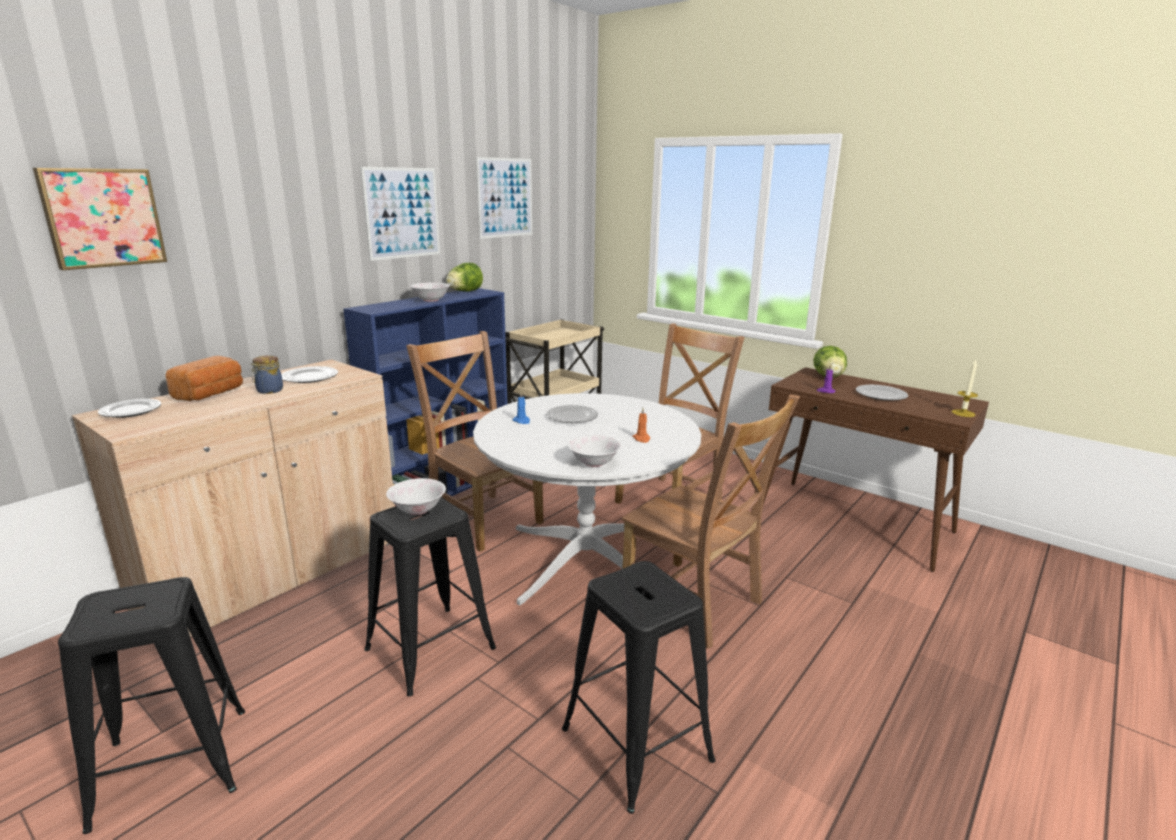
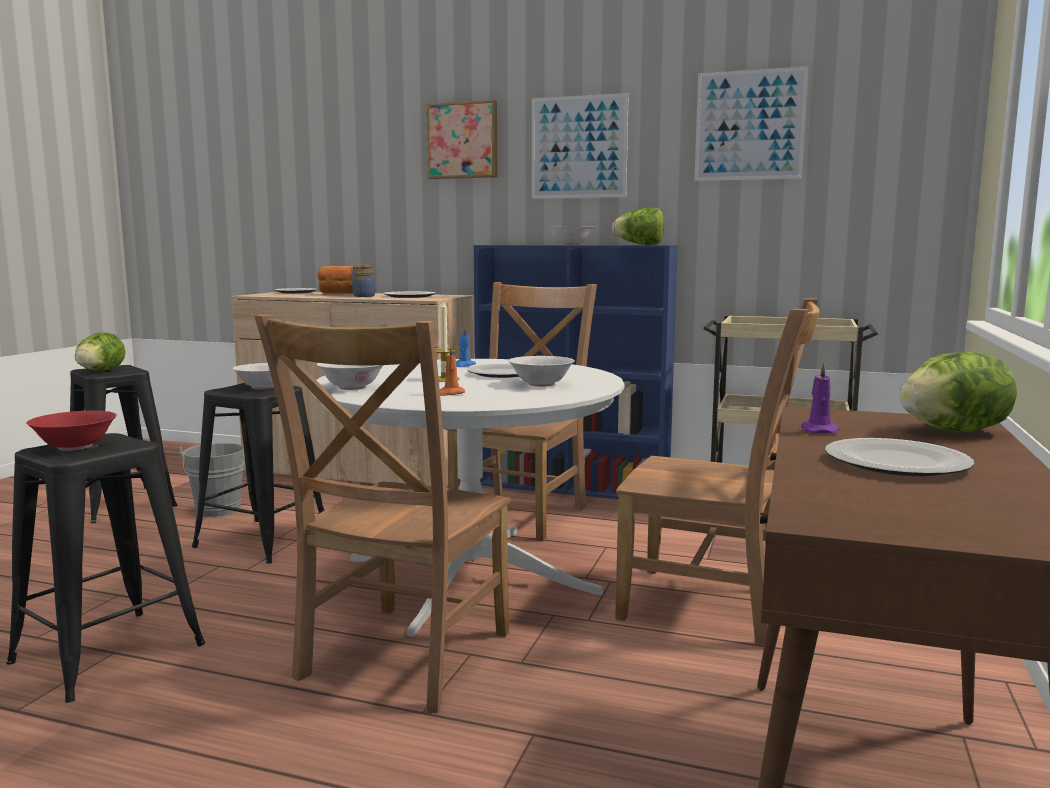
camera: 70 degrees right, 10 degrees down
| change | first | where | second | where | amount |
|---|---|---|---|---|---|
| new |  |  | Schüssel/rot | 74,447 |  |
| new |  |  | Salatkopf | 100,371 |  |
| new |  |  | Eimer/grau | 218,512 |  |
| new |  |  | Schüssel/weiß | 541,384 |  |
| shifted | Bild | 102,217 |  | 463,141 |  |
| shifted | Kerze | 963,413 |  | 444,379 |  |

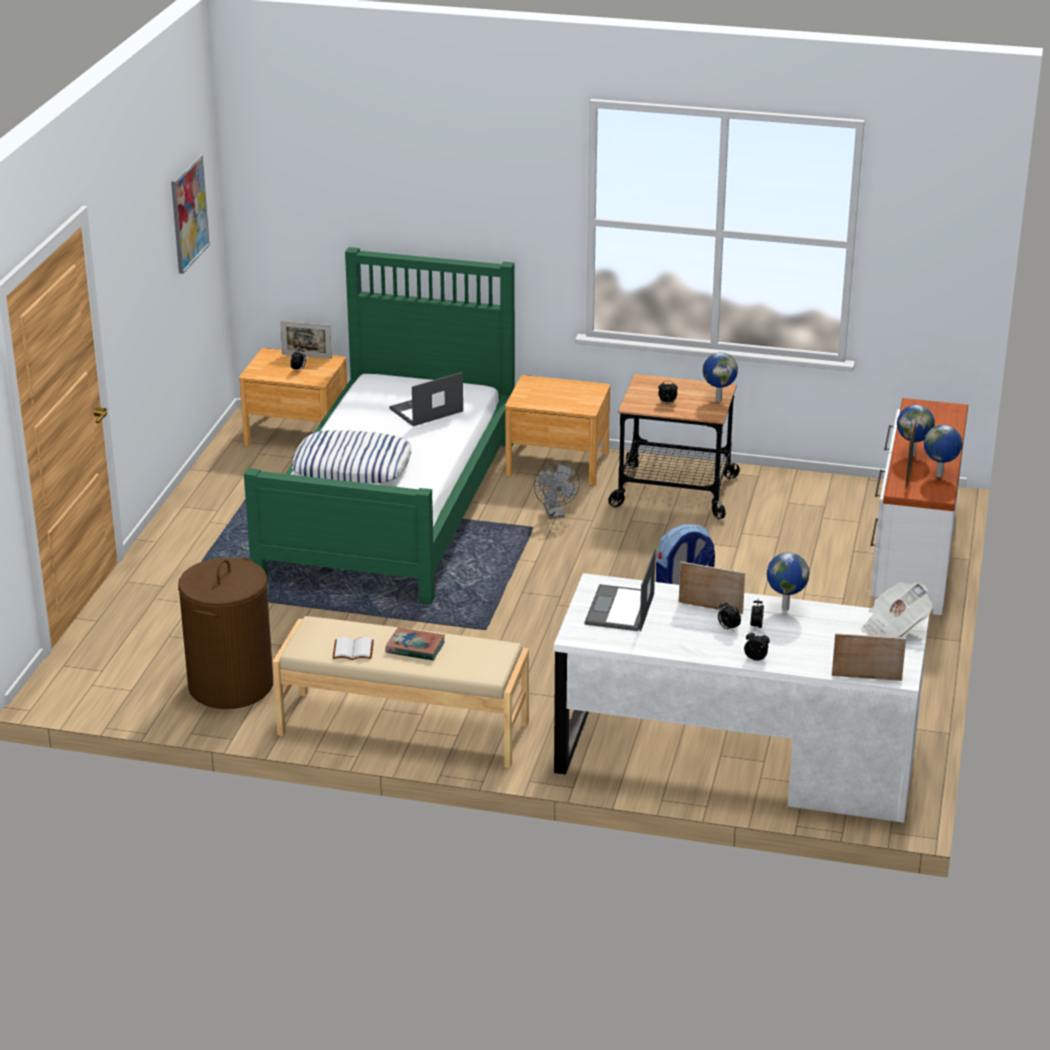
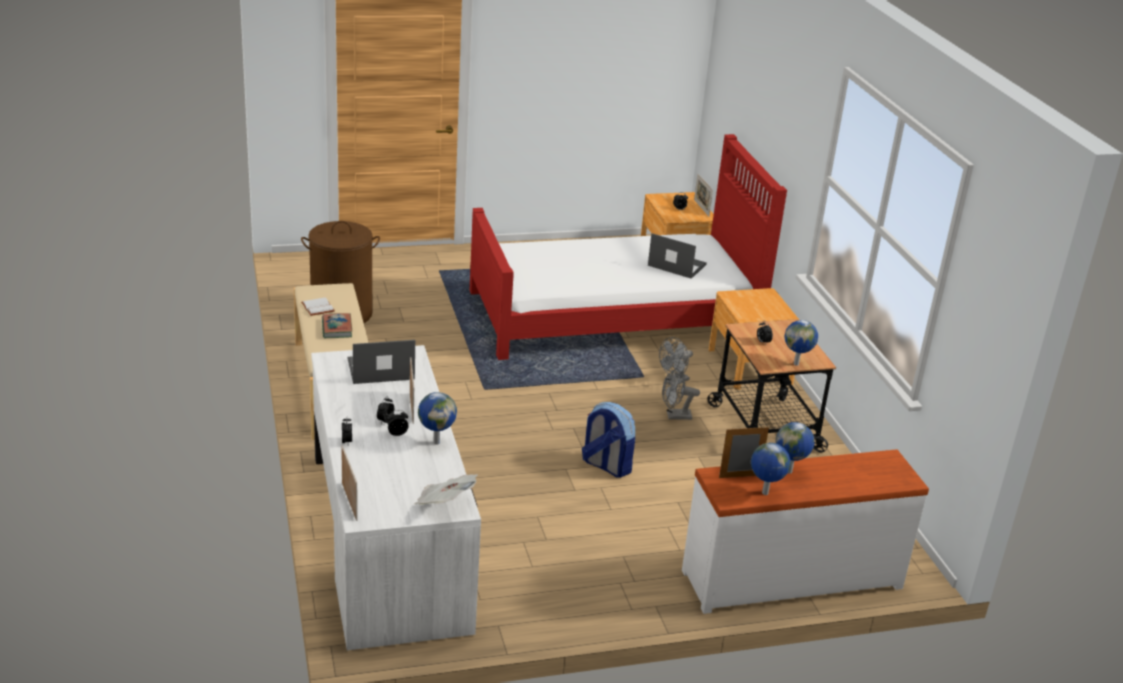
camera: 60 degrees right, 0 degrees up
| change | first | where | second | where | amount |
|---|---|---|---|---|---|
| gone | Bild | 188,213 |  |  |  |
| gone | Kissen | 352,466 |  |  |  |
| new |  |  | Ventilator/grau | 674,416 |  |
| repainted | Bett/grün | 391,507 | Bett/rot | 614,316 |  |

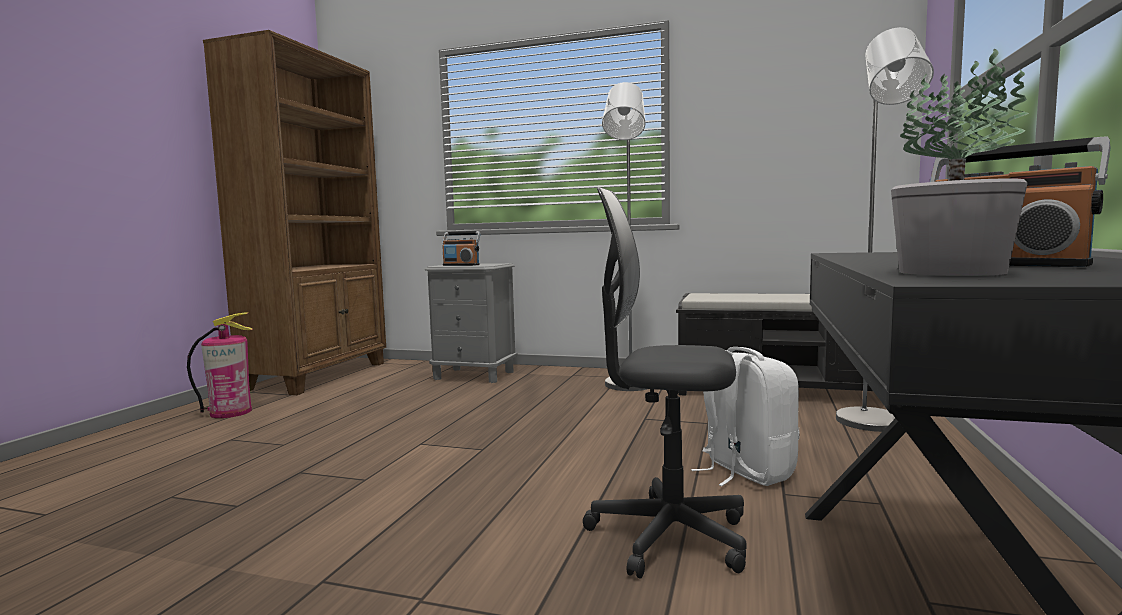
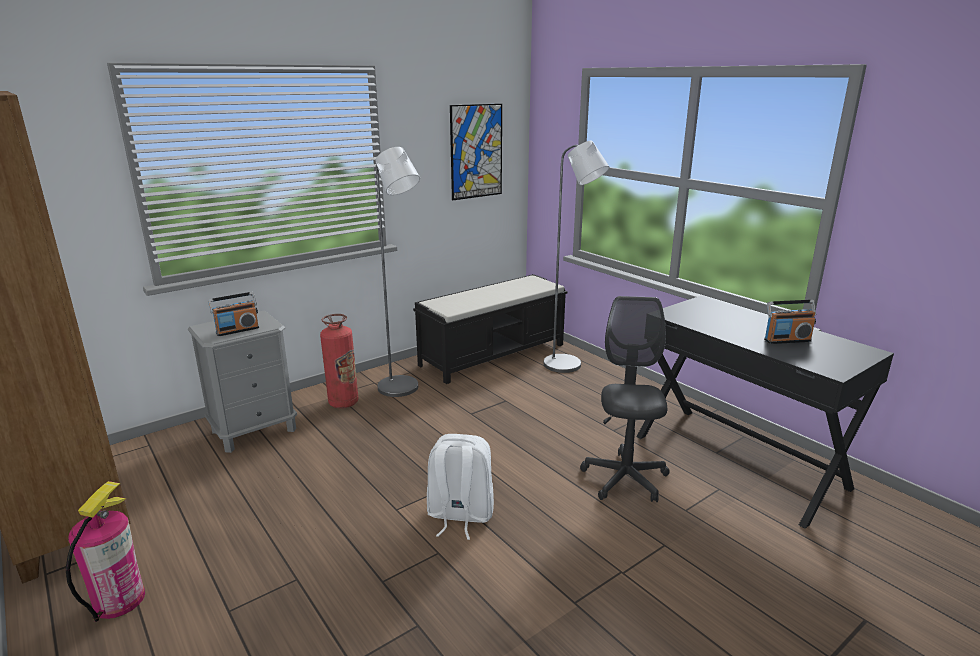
camera: 55 degrees left, 15 degrees up
| change | first | where | second | where | amount |
|---|---|---|---|---|---|
| gone | Topfpflanze | 954,272 |  |  |  |
| new |  |  | Feuerlöscher | 343,402 |  |
| new |  |  | Bild | 476,151 |  |
| shifted | Rucksack/weiß | 744,471 |  | 459,515 |  |
| rotated | Bürostuhl/grau | 668,537 |  | 625,479 | 135 degrees clockwise |

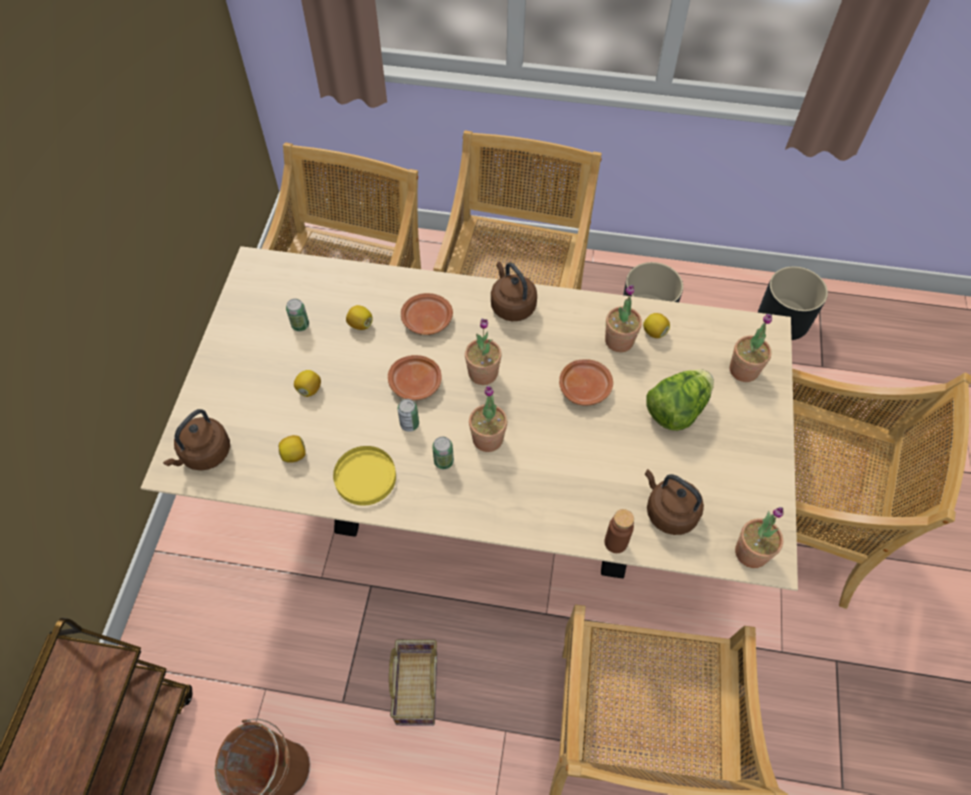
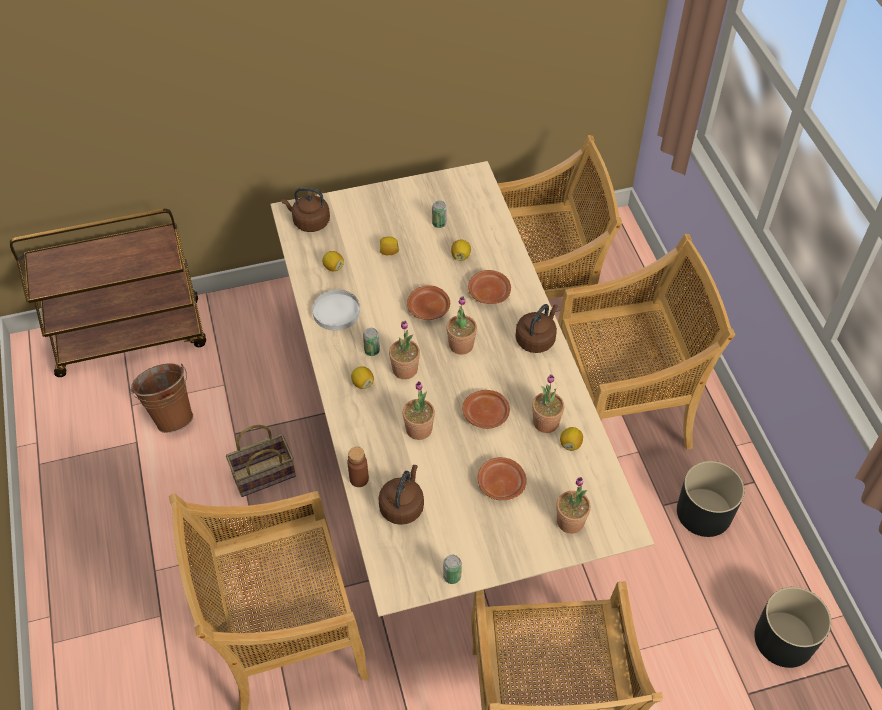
camera: 65 degrees right, 5 degrees down
| change | first | where | second | where | amount |
|---|---|---|---|---|---|
| new |  |  | Zitrone | 362,383 |  |
| shifted | Dose | 409,424 |  | 452,576 |  |
| shifted | Topfpflanze | 751,552 |  | 419,429 |  |
| swapped | Salatkopf | 676,409 | Teller/braun | 500,483 |  |
| repainted | Teller/gelb | 365,477 | Teller/weiß | 336,312 |  |

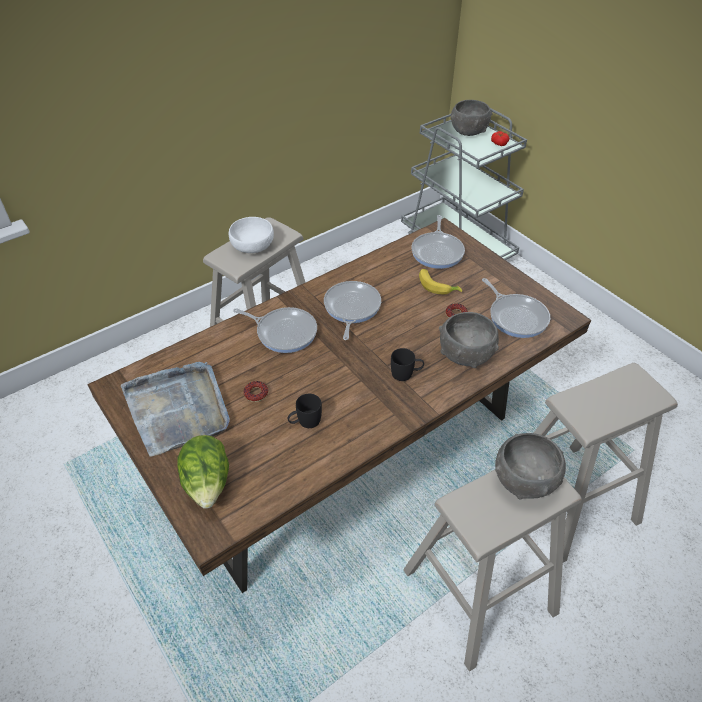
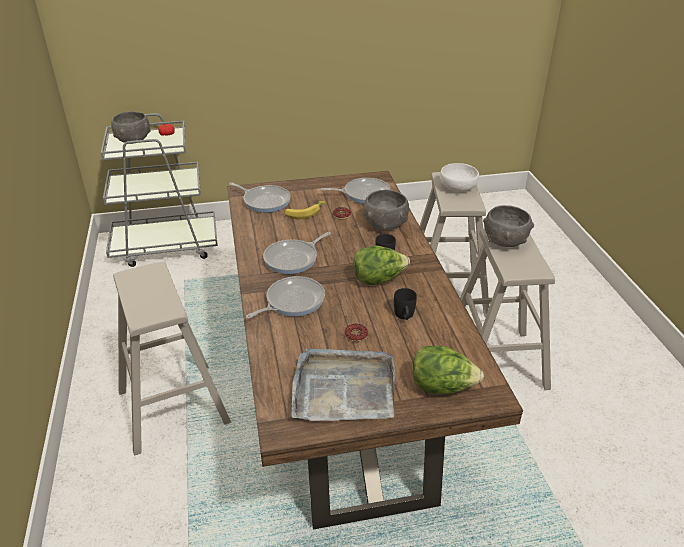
camera: 65 degrees left, 10 degrees down
| change | first | where | second | where | amount |
|---|---|---|---|---|---|
| new |  |  | Salatkopf | 378,279 |  |
| shifted | Schüssel/weiß | 252,245 |  | 457,187 |  |
| rotated | Pfanne | 351,308 |  | 293,259 | 75 degrees counterclockwise |

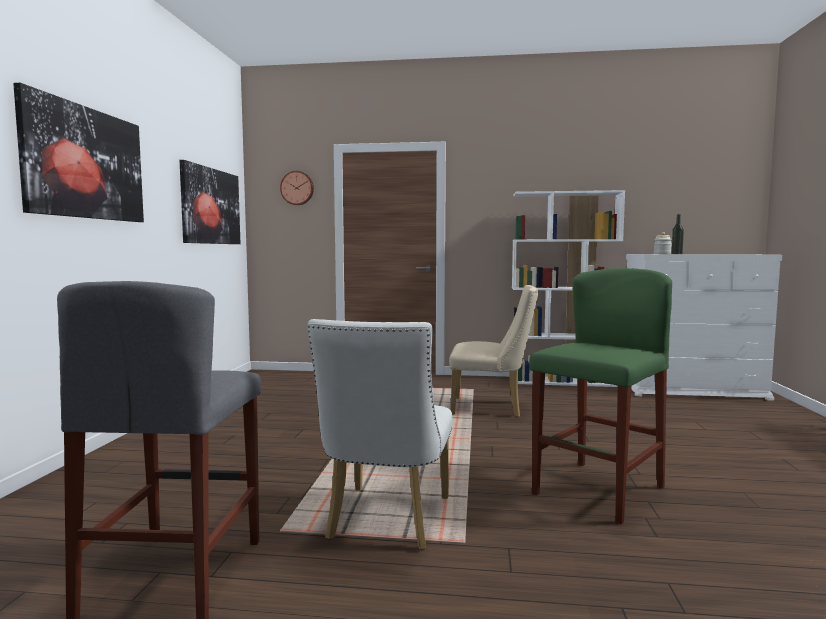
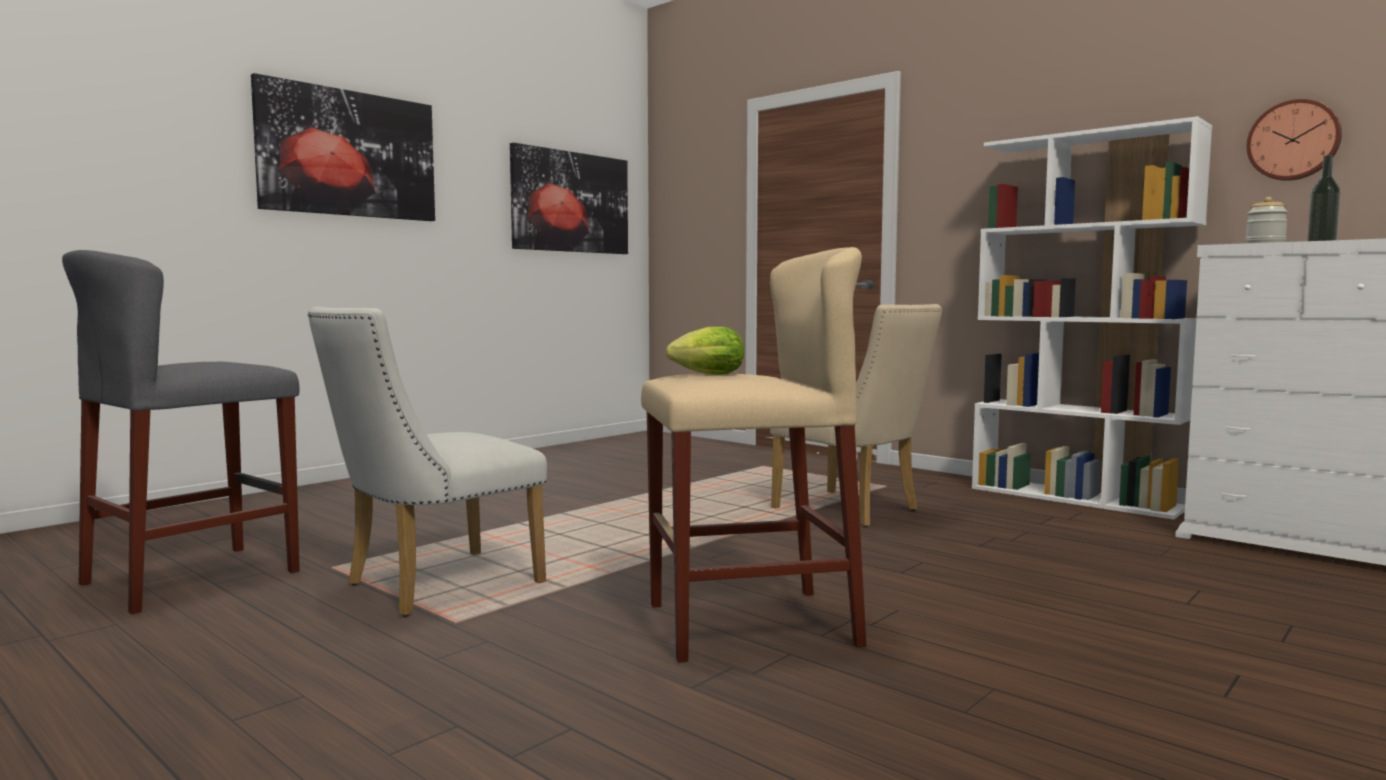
camera: 35 degrees right, 0 degrees up
| change | first | where | second | where | amount |
|---|---|---|---|---|---|
| new |  |  | Salatkopf | 704,375 |  |
| shifted | Wanduhr | 297,188 |  | 1293,140 |  |
| repainted | Hocker/grün | 598,490 | Hocker/beige | 750,624 |  |

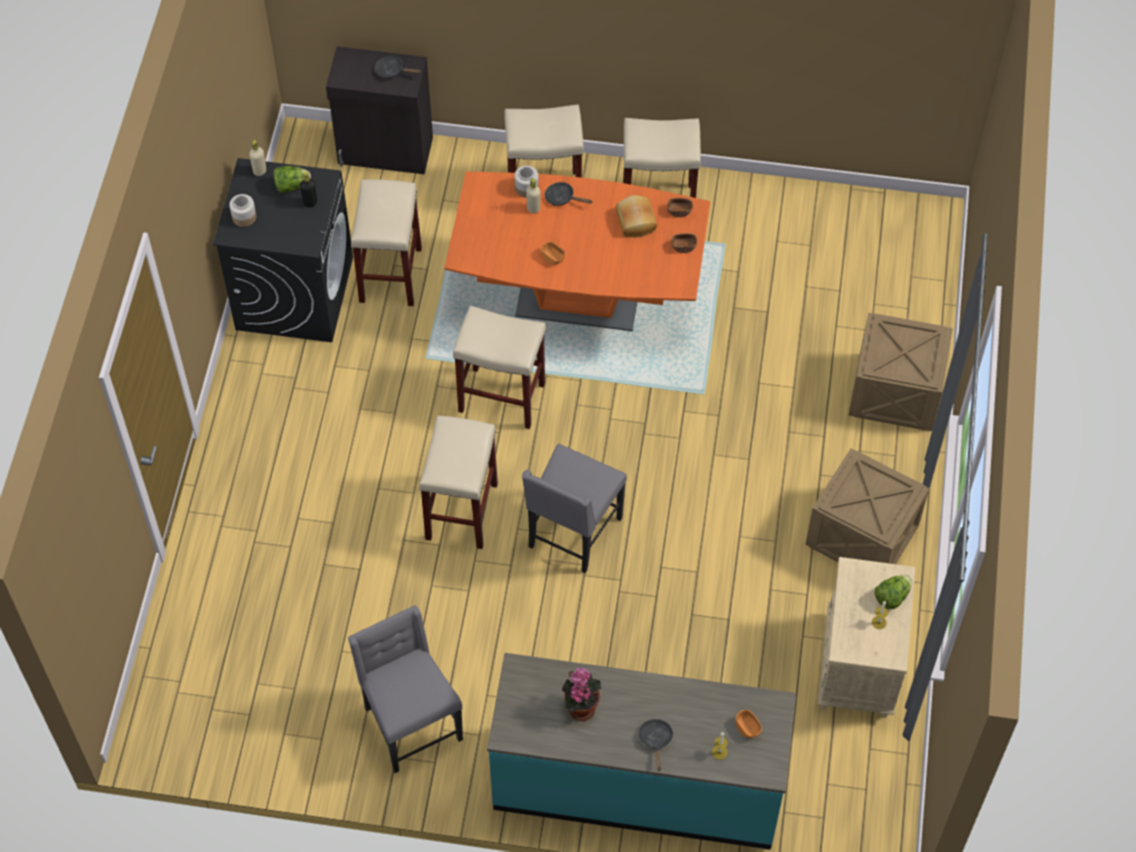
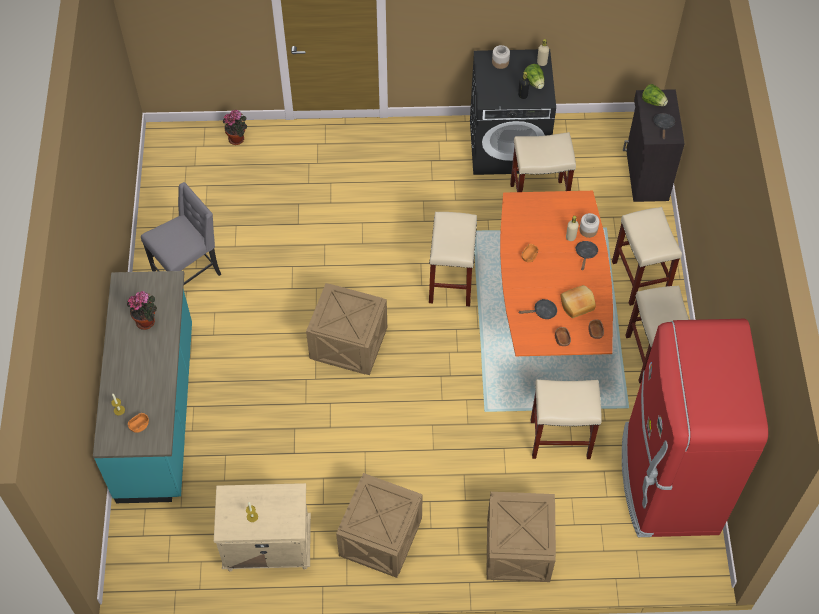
camera: 80 degrees right, 0 degrees up
| change | first | where | second | where | amount |
|---|---|---|---|---|---|
| new |  |  | Topfpflanze | 238,138 |  |
| new |  |  | Kühlschrank/rot | 668,481 |  |
| shifted | Hocker/beige | 462,512 |  | 559,439 |  |
| shifted | Pfanne/schwarz | 656,740 |  | 542,312 |  |
| shifted | Salatkopf | 892,596 |  | 653,102 |  |
| swapped | Stuhl/grau | 573,533 | Kiste | 347,343 |  |

